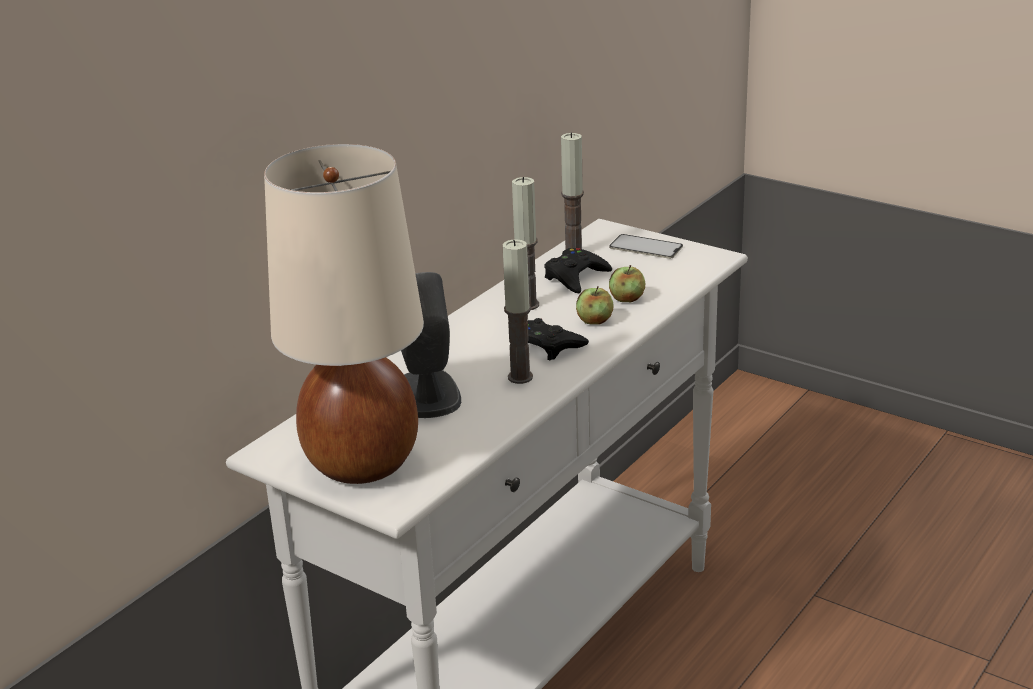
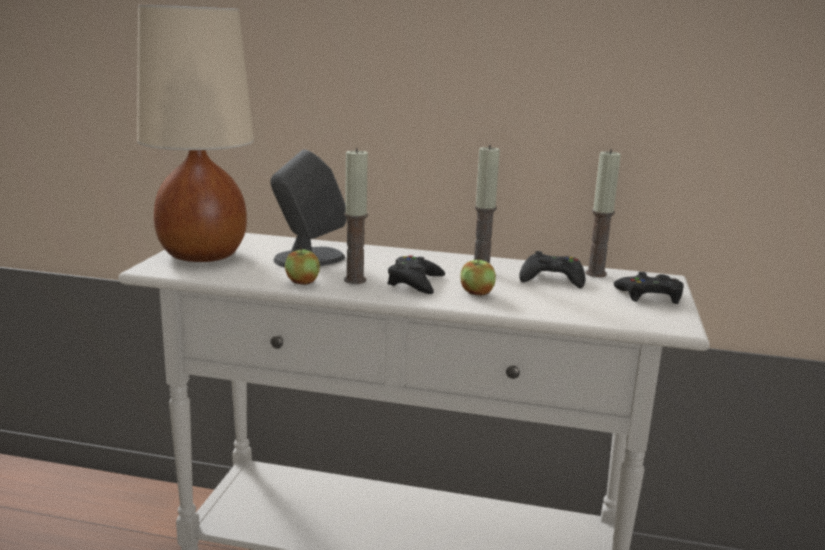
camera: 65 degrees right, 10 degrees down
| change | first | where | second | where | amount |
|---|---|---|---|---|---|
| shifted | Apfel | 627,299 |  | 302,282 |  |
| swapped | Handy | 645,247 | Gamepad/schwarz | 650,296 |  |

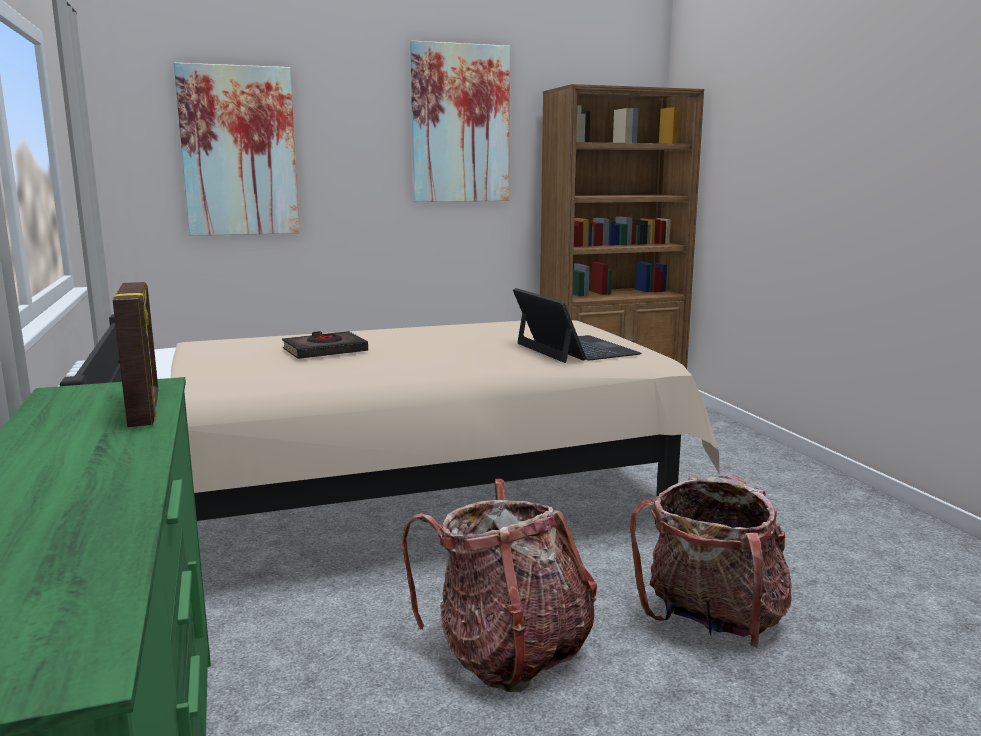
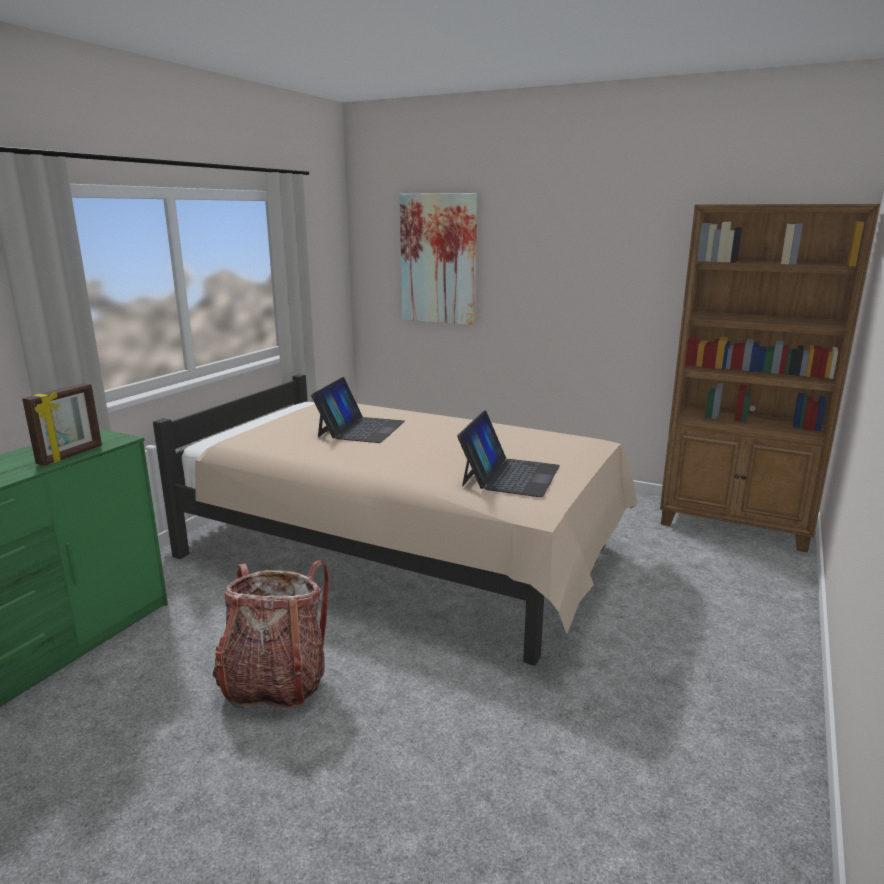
camera: 45 degrees right, 5 degrees up
| change | first | where | second | where | amount |
|---|---|---|---|---|---|
| gone | Bild | 460,124 |  |  |  |
| gone | Rucksack | 712,621 |  |  |  |
| swapped | Buch/schwarz | 325,351 | Laptop | 361,429 |  |

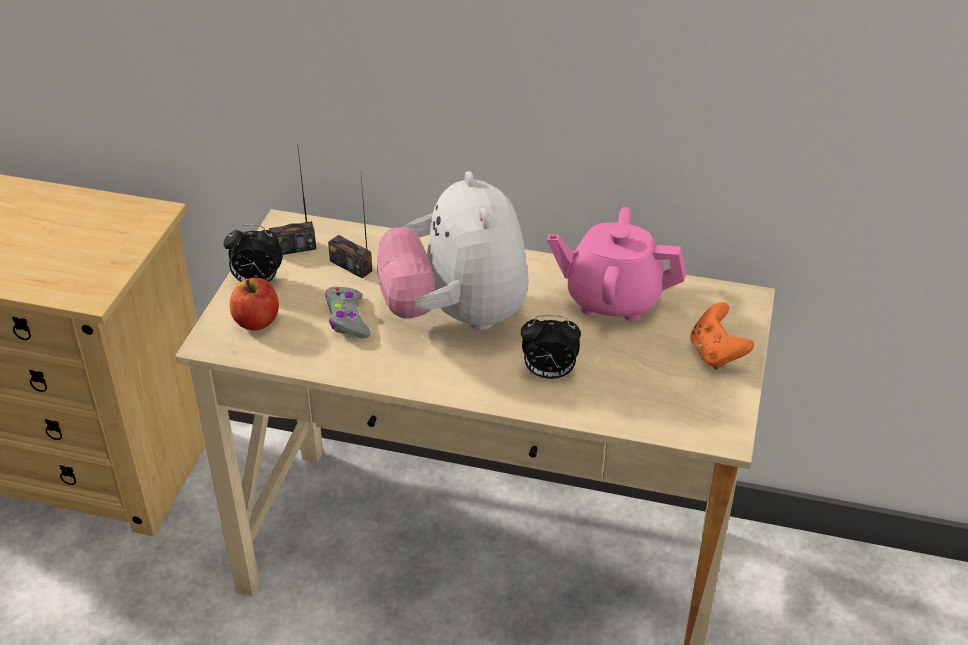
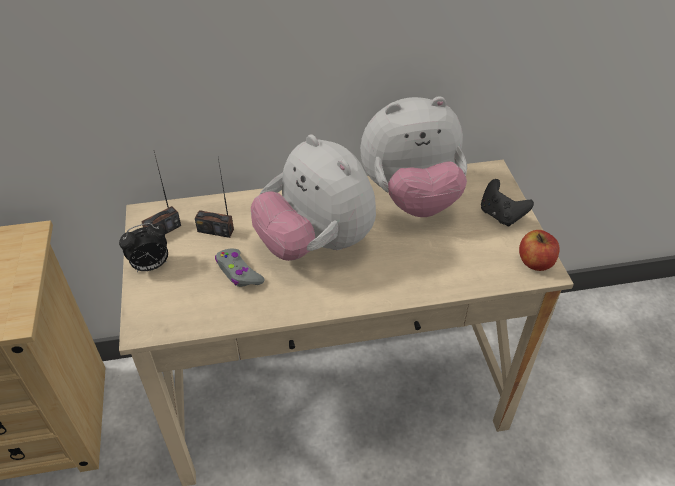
camera: 25 degrees left, 5 degrees up
| change | first | where | second | where | amount |
|---|---|---|---|---|---|
| gone | Wecker | 548,374 |  |  |  |
| shifted | Apfel | 257,321 |  | 535,262 |  |
| swapped | Teekanne/rosa | 612,299 | Plüschtier | 411,198 |  |
| repainted | Gamepad/orange | 716,354 | Gamepad/schwarz | 501,215 |  |

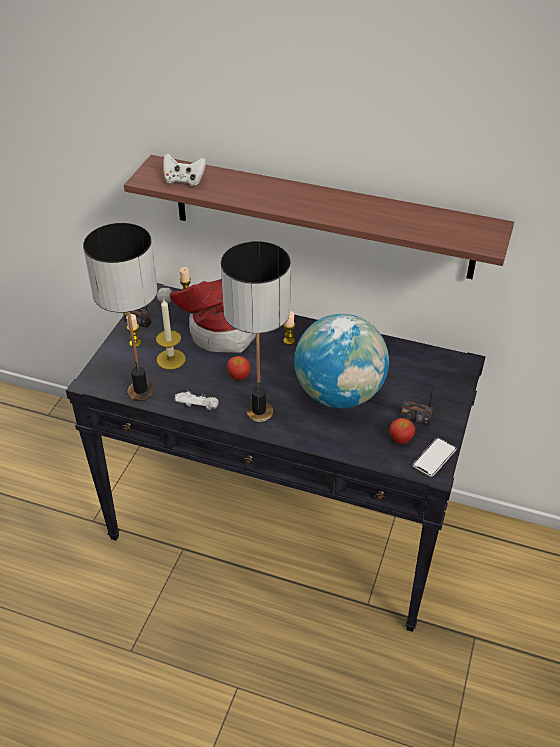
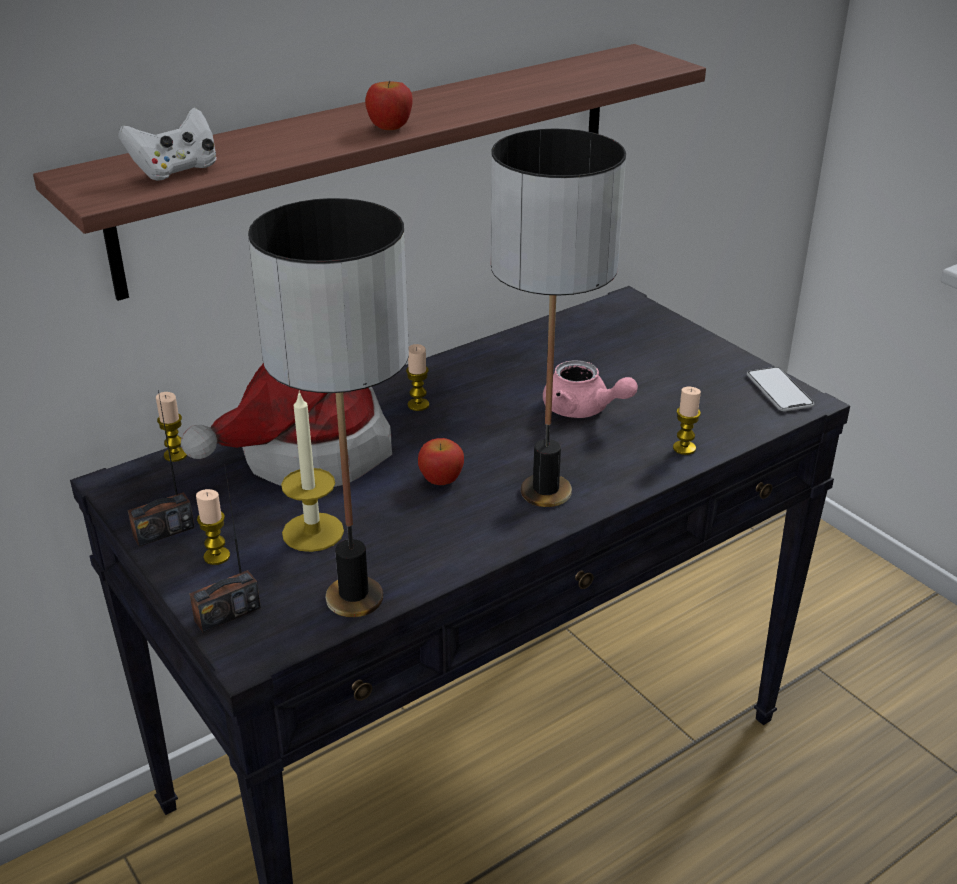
camera: 55 degrees left, 10 degrees down
| change | first | where | second | where | amount |
|---|---|---|---|---|---|
| gone | Gamepad/weiß | 199,409 |  |  |  |
| new |  |  | Kerze | 684,448 |  |
| shifted | Apfel | 400,439 |  | 390,127 |  |
| shifted | Radio | 415,418 |  | 227,613 |  |
| swapped | Globus | 339,394 | Teekanne/rosa | 583,410 |  |

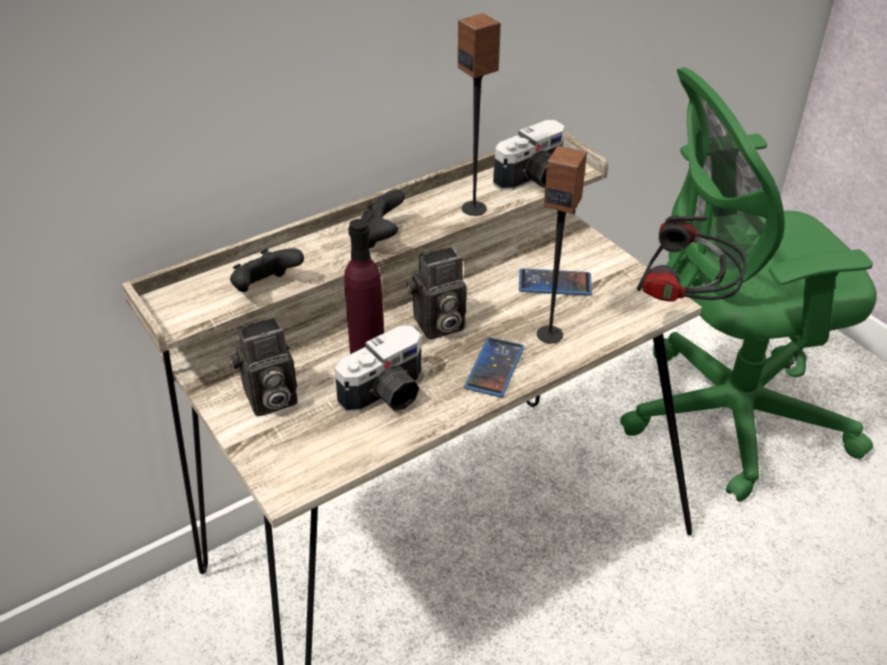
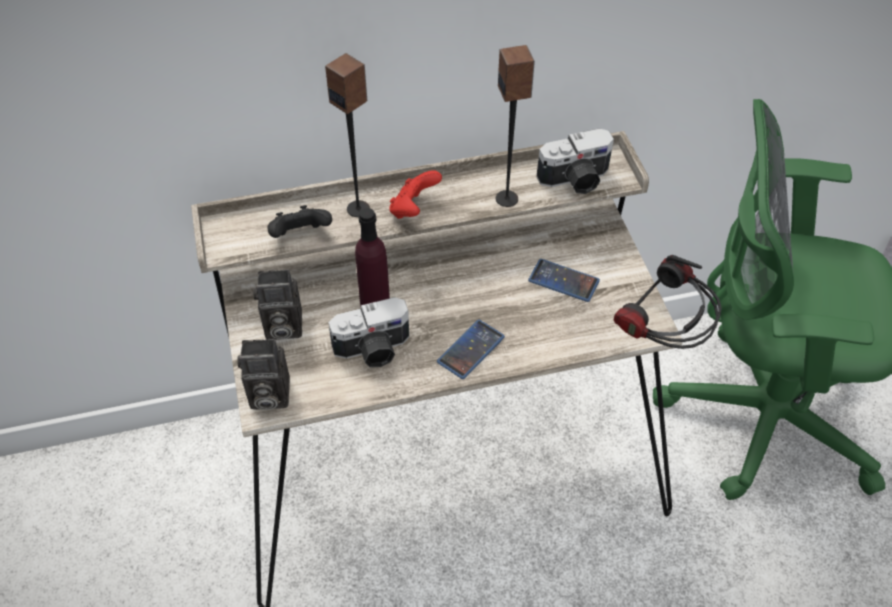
camera: 20 degrees right, 10 degrees up
| change | first | where | second | where | amount |
|---|---|---|---|---|---|
| shifted | Kamera | 437,326 |  | 267,396 |  |
| shifted | Lautsprecher | 550,334 |  | 358,208 |  |
| repainted | Gamepad/schwarz | 380,238 | Gamepad/rot | 413,209 |  |

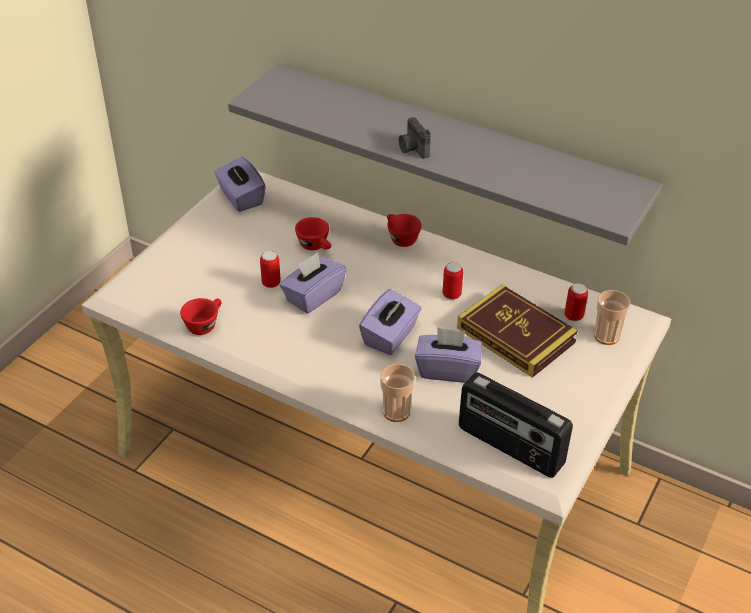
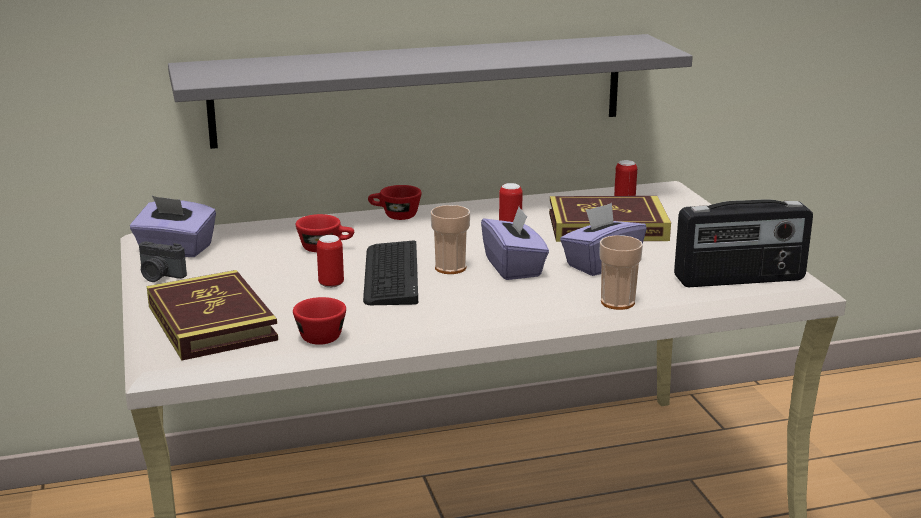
camera: 45 degrees left, 20 degrees down
| change | first | where | second | where | amount |
|---|---|---|---|---|---|
| new |  |  | Buch | 211,323 |  |
| shifted | Kamera | 412,149 |  | 159,276 |  |
| shifted | Tasse | 606,336 |  | 450,268 |  |
| swapped | Taschentuchbox/lila | 313,296 | Tastatur | 391,275 |  |

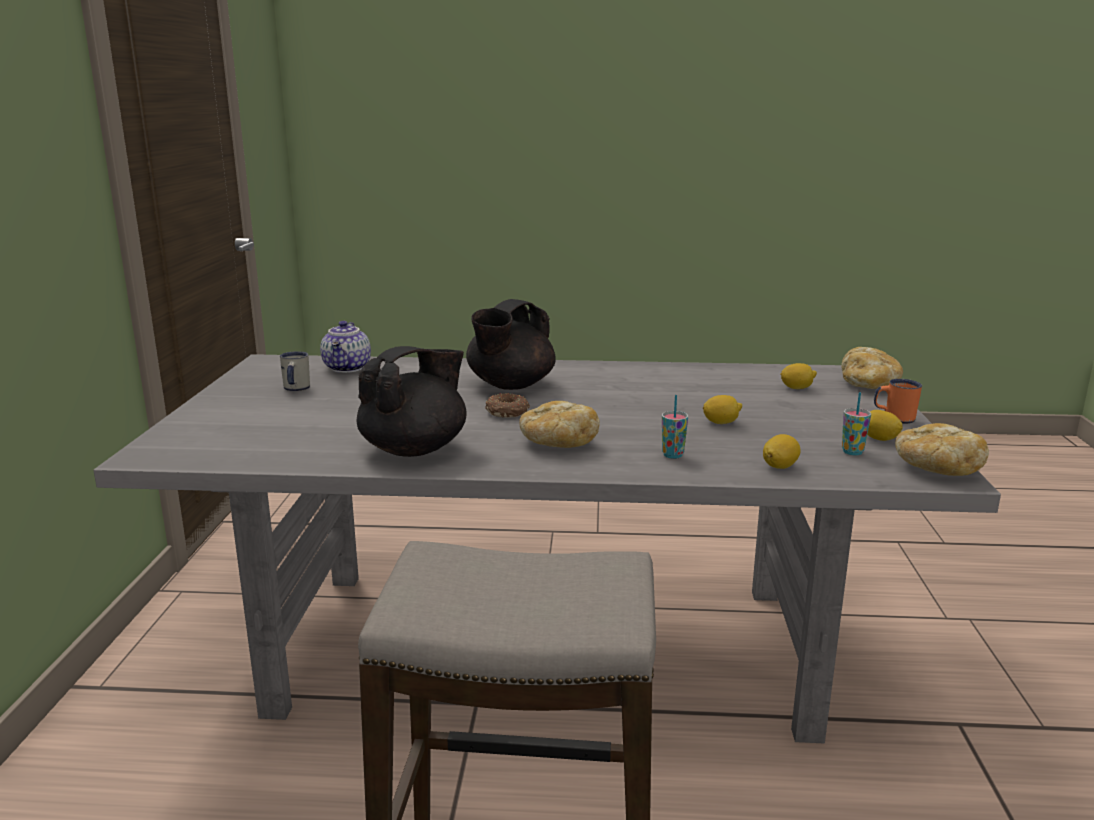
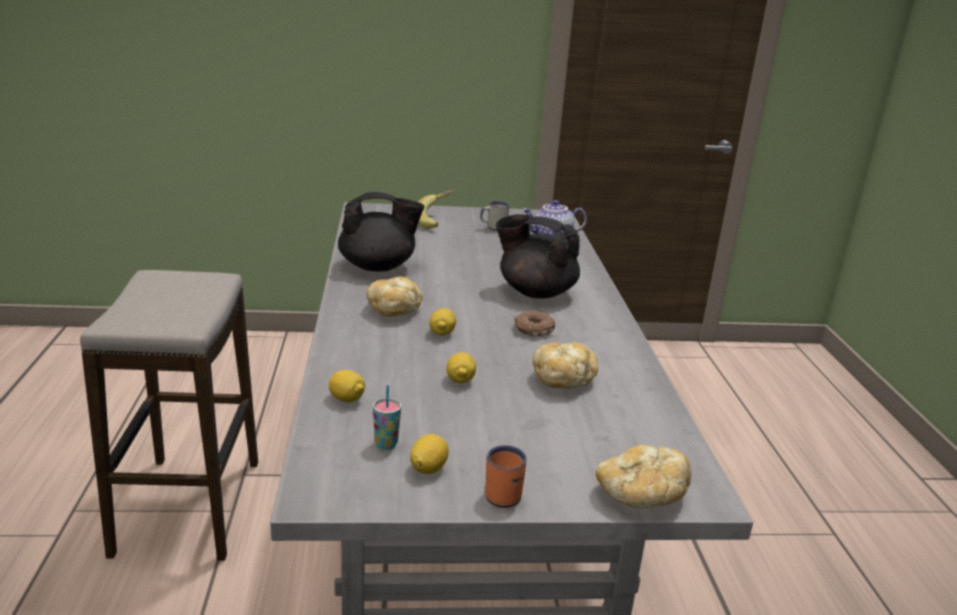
camera: 80 degrees right, 5 degrees up
| change | first | where | second | where | amount |
|---|---|---|---|---|---|
| gone | Tasse | 672,455 |  |  |  |
| new |  |  | Banane | 436,221 |  |
| shifted | Donut | 507,413 |  | 533,330 |  |
| shifted | Zitrone | 797,388 |  | 442,333 |  |
| shifted | Brot | 935,469 |  | 563,379 |  |
| rotated | Teekanne/schwarz | 415,449 |  | 378,267 | 45 degrees counterclockwise |

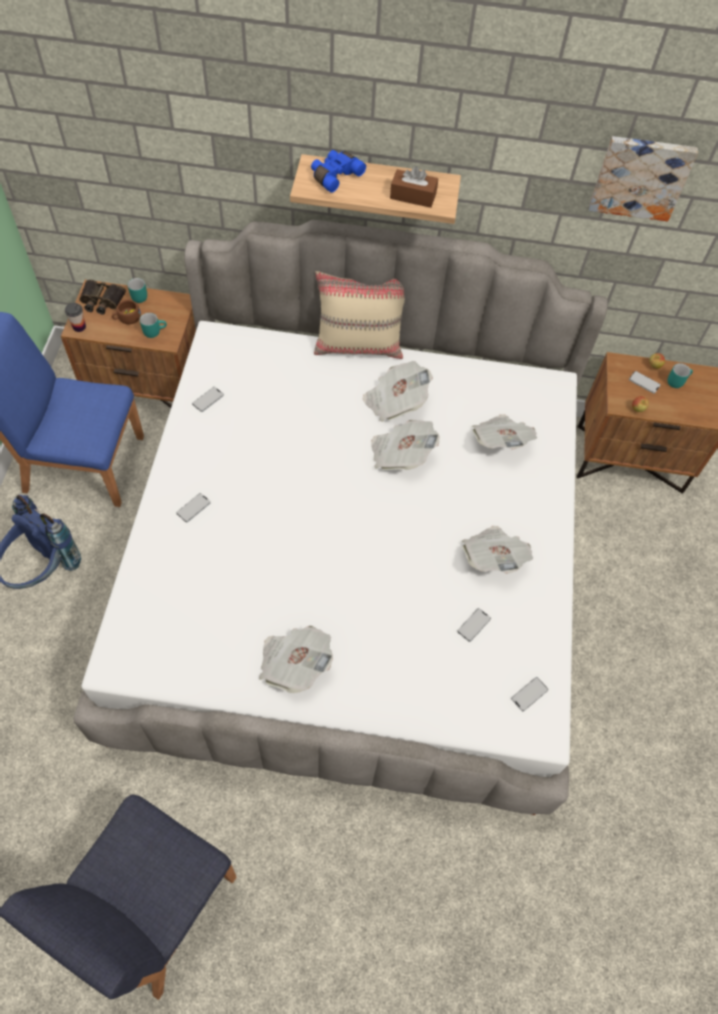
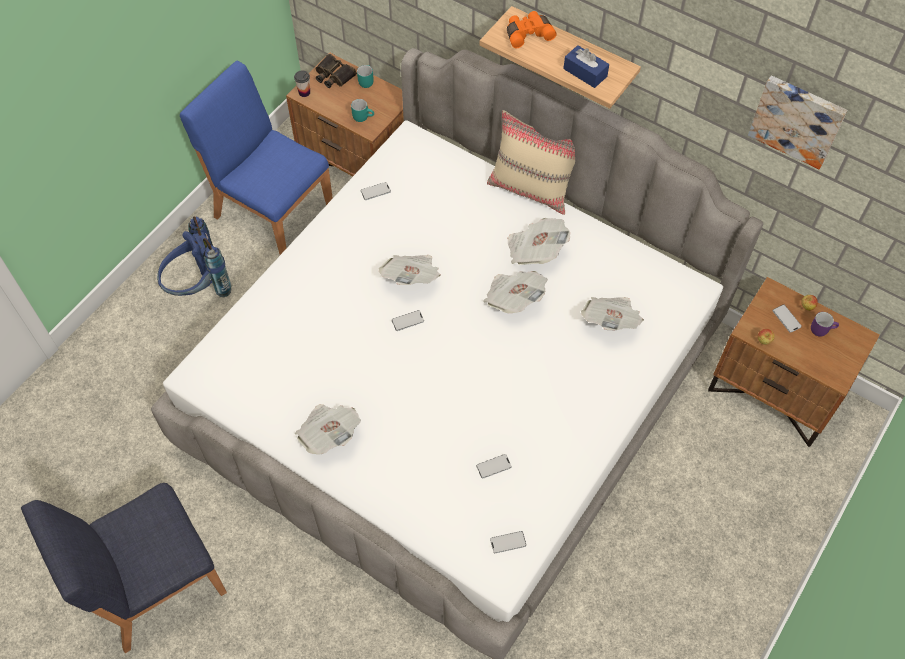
camera: 30 degrees right, 0 degrees up
| change | first | where | second | where | amount |
|---|---|---|---|---|---|
| gone | Tasse/braun | 127,318 |  |  |  |
| shifted | Handy | 193,508 |  | 407,321 |  |
| shifted | Zeitung | 493,557 |  | 412,278 |  |
| repainted | Fernglas/blau | 335,175 | Fernglas/orange | 528,34 |  |
| repainted | Taschentuchbox/braun | 413,196 | Taschentuchbox/blau | 585,72 |  |
| repainted | Henkelbecher/türkis | 676,380 | Henkelbecher/lila | 821,329 |  |

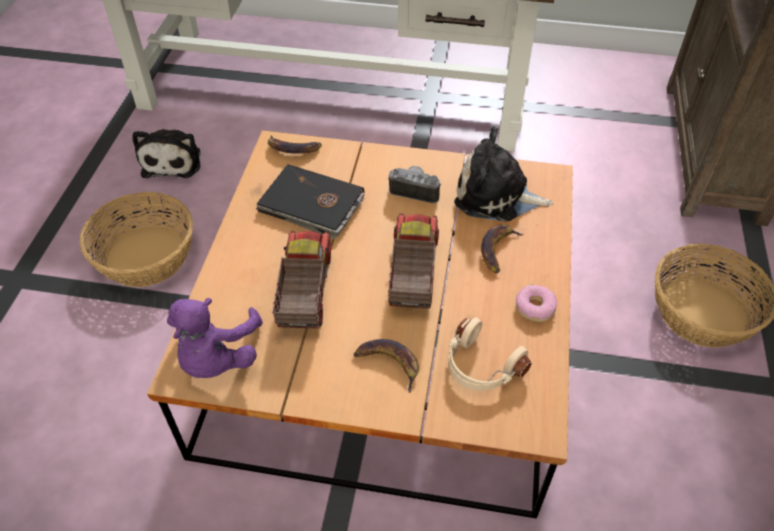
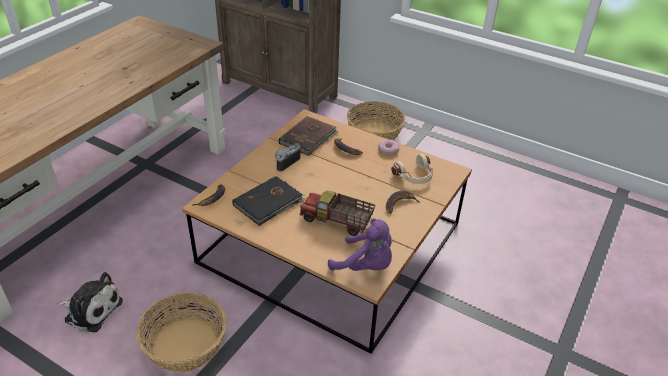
camera: 70 degrees left, 10 degrees down
| change | first | where | second | where | amount |
|---|---|---|---|---|---|
| gone | Spielzeuglaster | 411,274 |  |  |  |
| swapped | Plüschtier | 496,196 | Buch/braun | 309,138 |  |

